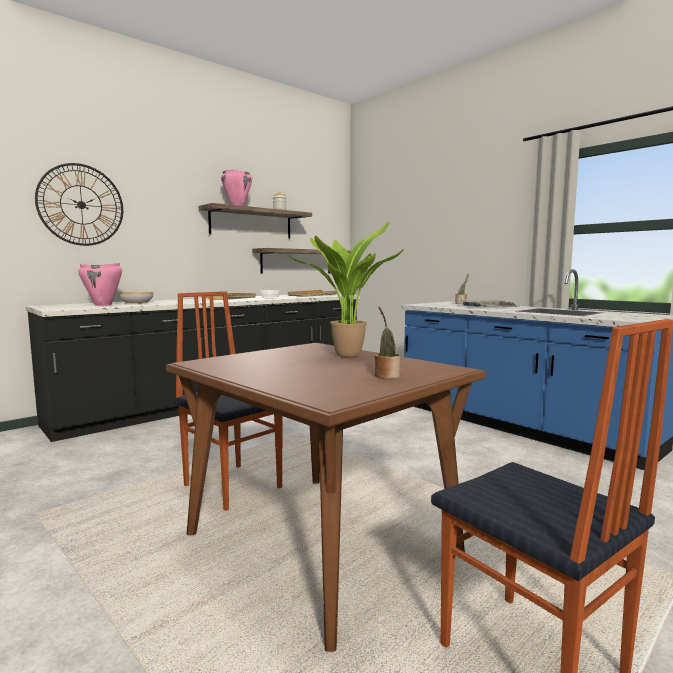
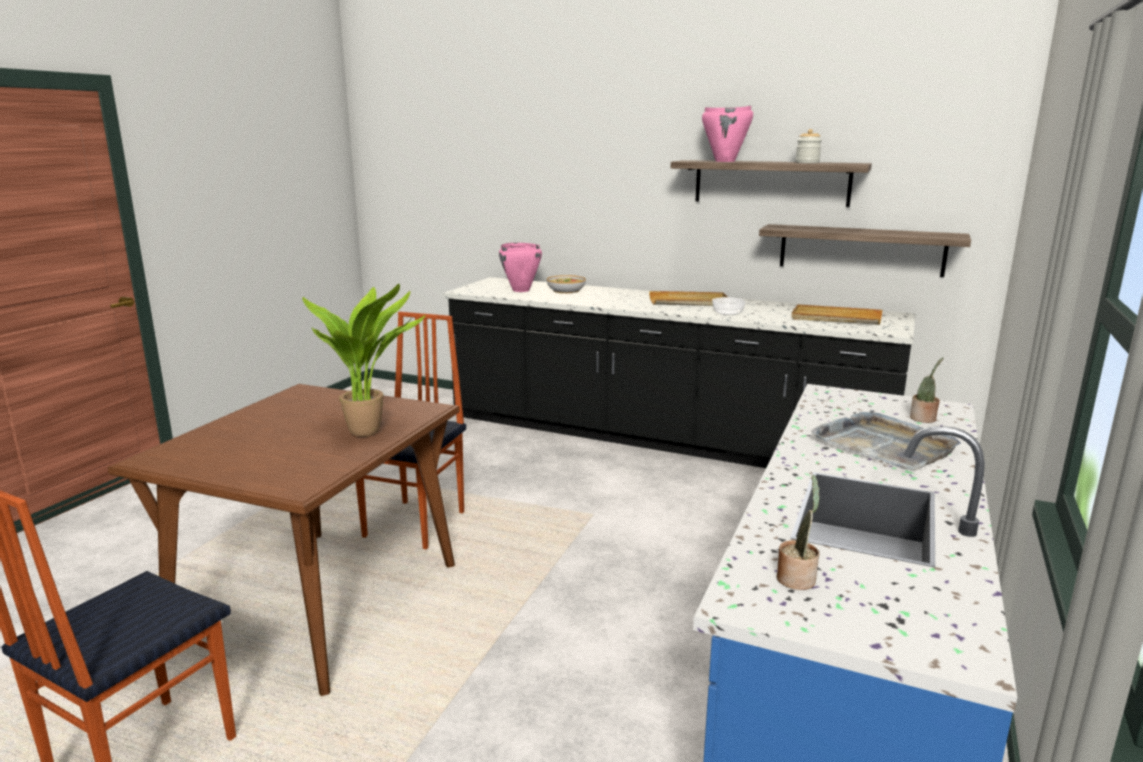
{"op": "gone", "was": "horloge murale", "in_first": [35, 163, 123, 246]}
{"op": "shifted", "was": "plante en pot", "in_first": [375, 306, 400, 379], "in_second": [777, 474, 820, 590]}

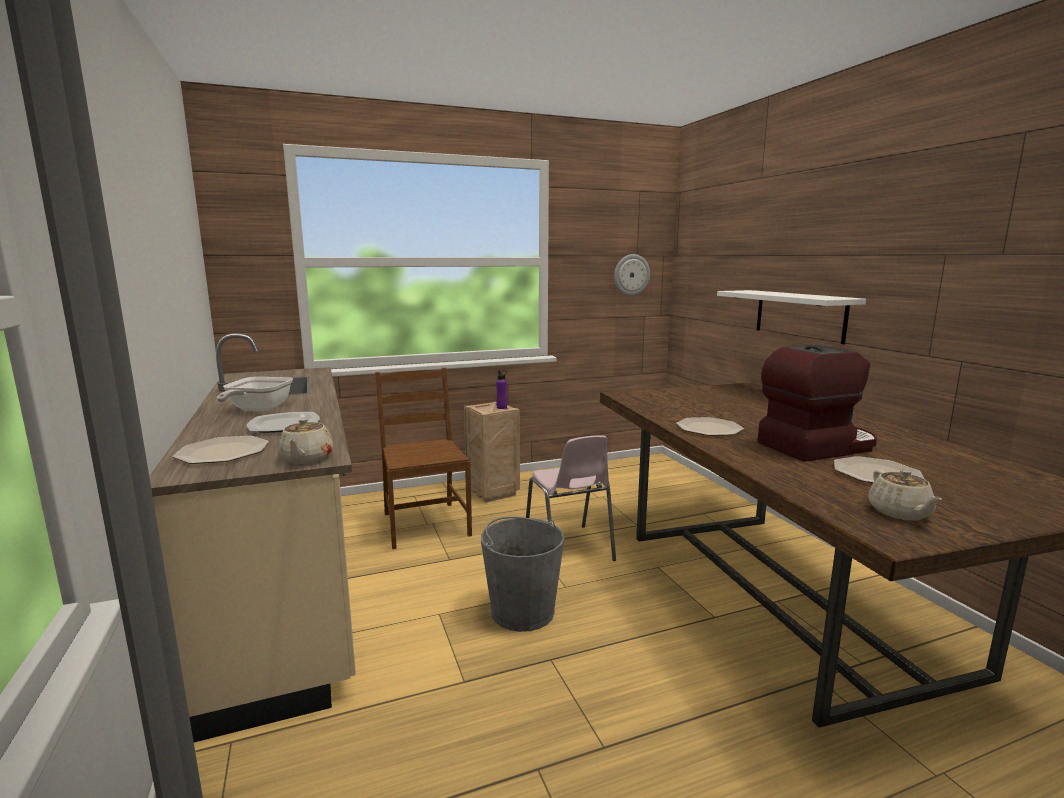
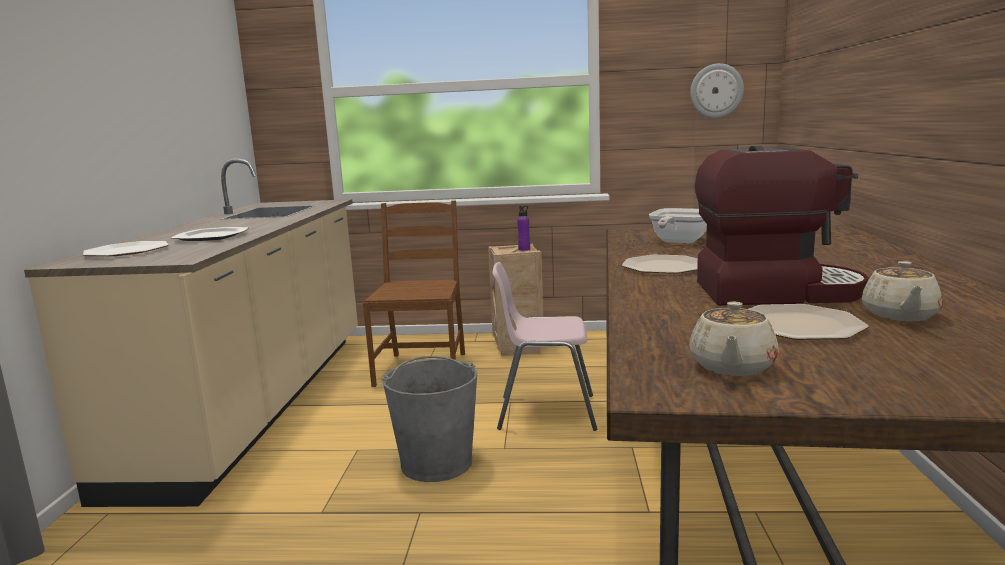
{"op": "shifted", "was": "poêle", "in_first": [217, 377, 293, 411], "in_second": [649, 208, 707, 243]}
{"op": "shifted", "was": "théière/beige", "in_first": [277, 418, 333, 464], "in_second": [862, 261, 943, 321]}
{"op": "rotated", "was": "chaise/rose", "in_first": [526, 435, 616, 561], "in_second": [492, 262, 597, 431], "clockwise": 90}
{"op": "gone", "was": "étagère/blanc", "in_first": [717, 290, 866, 344]}

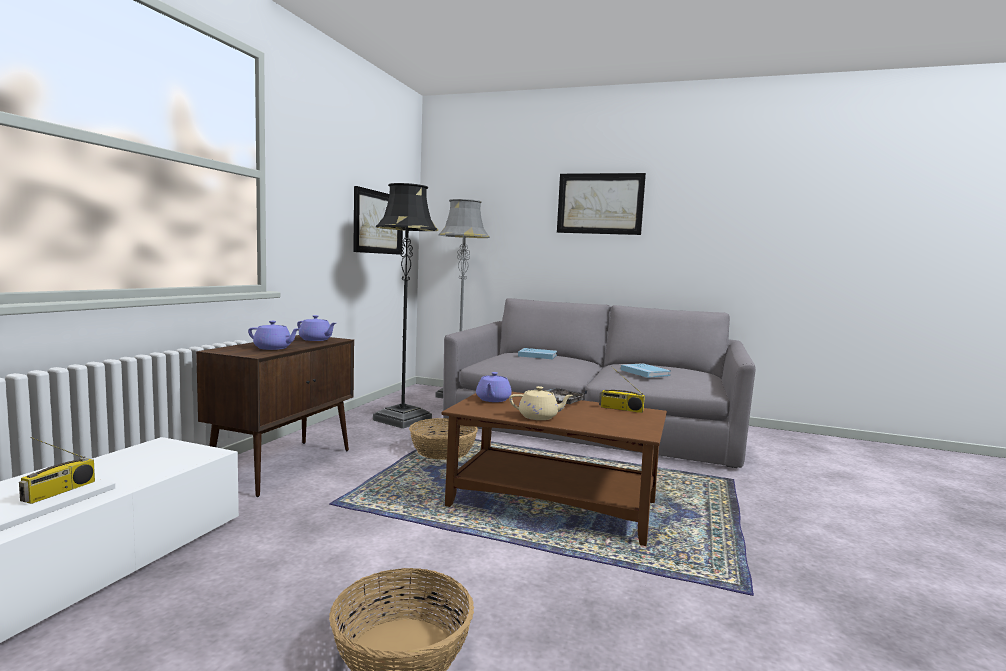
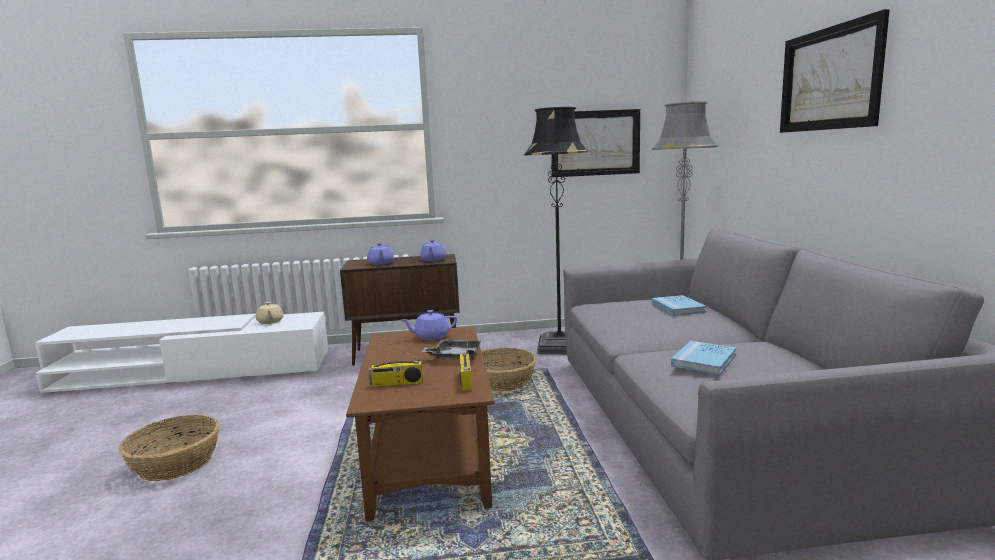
{"op": "shifted", "was": "radio", "in_first": [19, 437, 95, 504], "in_second": [369, 336, 423, 387]}
{"op": "shifted", "was": "théière/beige", "in_first": [509, 386, 573, 420], "in_second": [256, 302, 284, 324]}

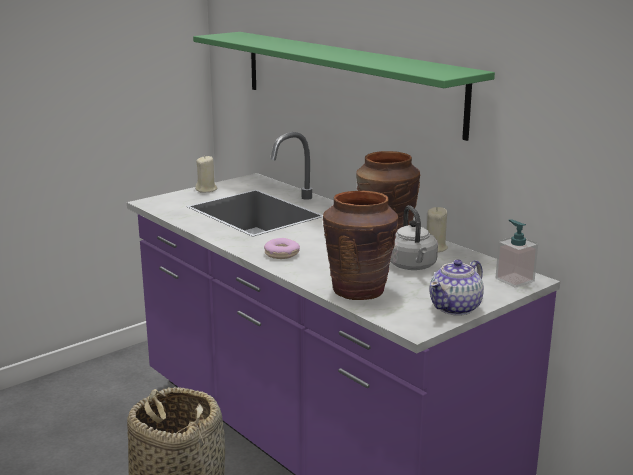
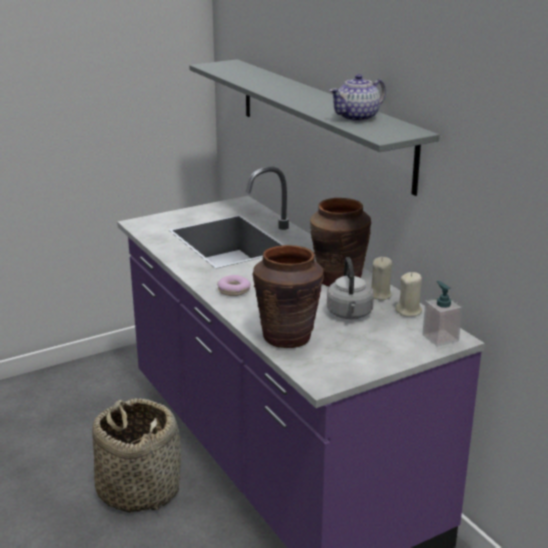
{"op": "repainted", "was": "étagère/vert", "now": "étagère/gris", "in_first": [193, 32, 495, 141], "in_second": [189, 59, 439, 196]}
{"op": "shifted", "was": "bougie/beige", "in_first": [195, 156, 218, 193], "in_second": [395, 272, 422, 317]}
{"op": "shifted", "was": "théière", "in_first": [429, 259, 484, 316], "in_second": [329, 74, 386, 122]}

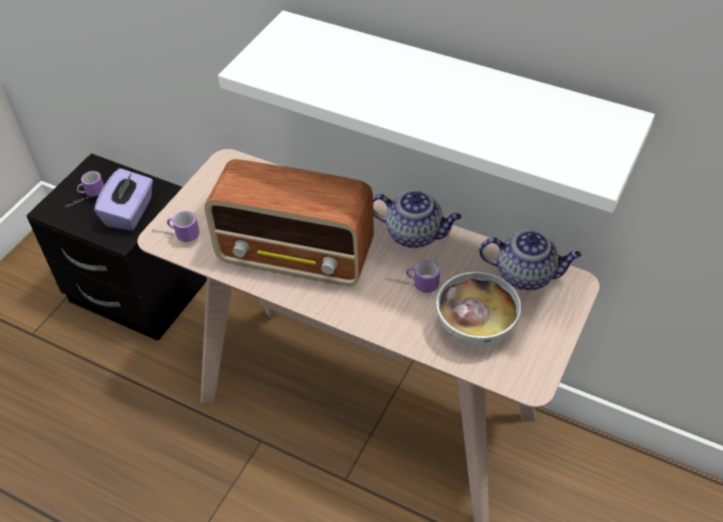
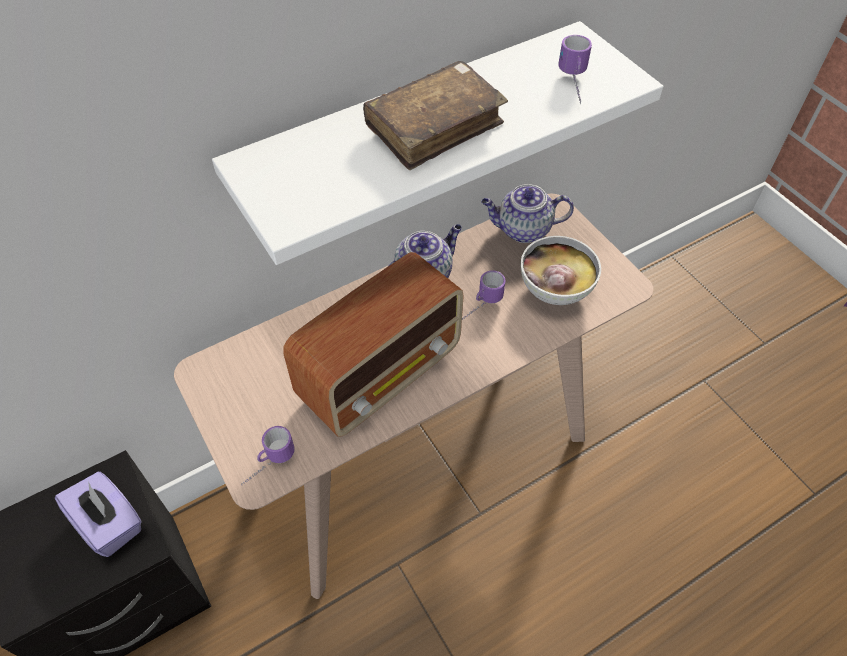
{"op": "shifted", "was": "mug", "in_first": [65, 171, 104, 207], "in_second": [558, 35, 592, 105]}
{"op": "rotated", "was": "théière", "in_first": [479, 230, 582, 290], "in_second": [481, 184, 574, 243], "clockwise": -135}
{"op": "new", "now": "livre/marron", "in_second": [363, 61, 508, 170]}

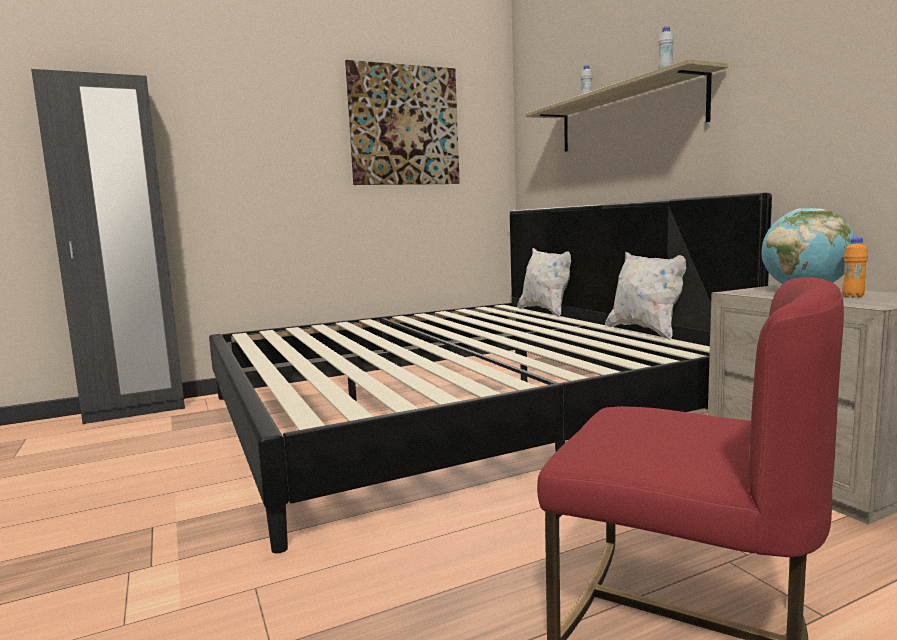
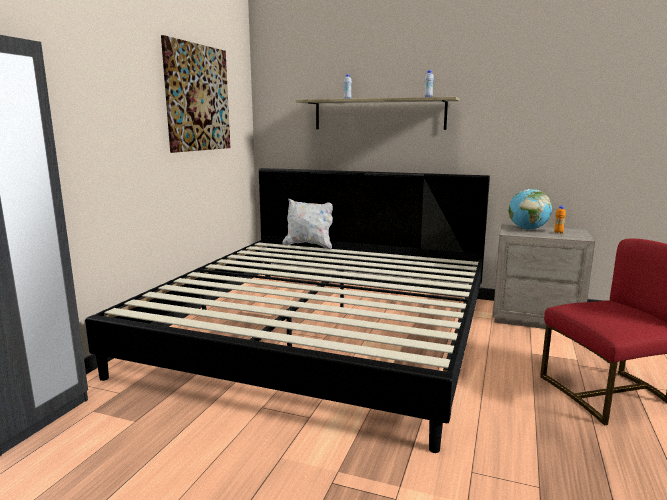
{"op": "gone", "was": "coussin/blanc", "in_first": [605, 252, 686, 340]}

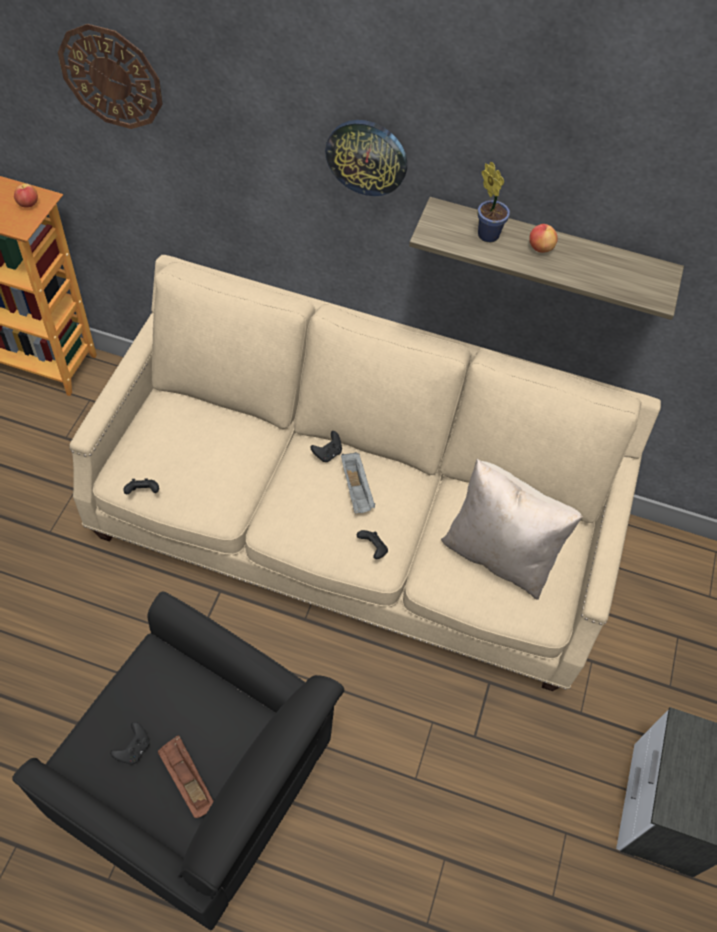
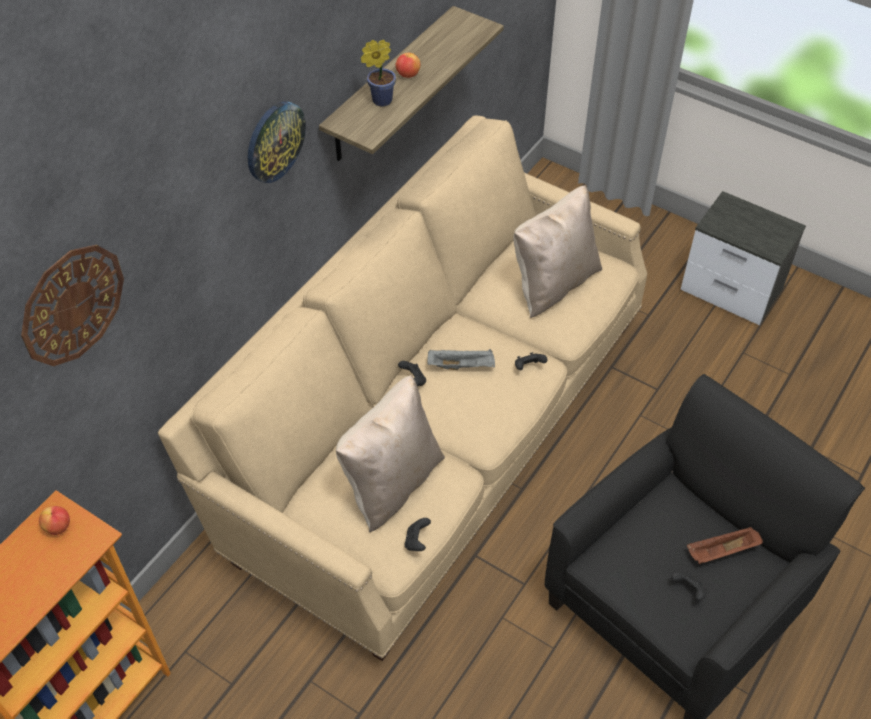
{"op": "new", "now": "coussin/beige", "in_second": [336, 375, 445, 532]}

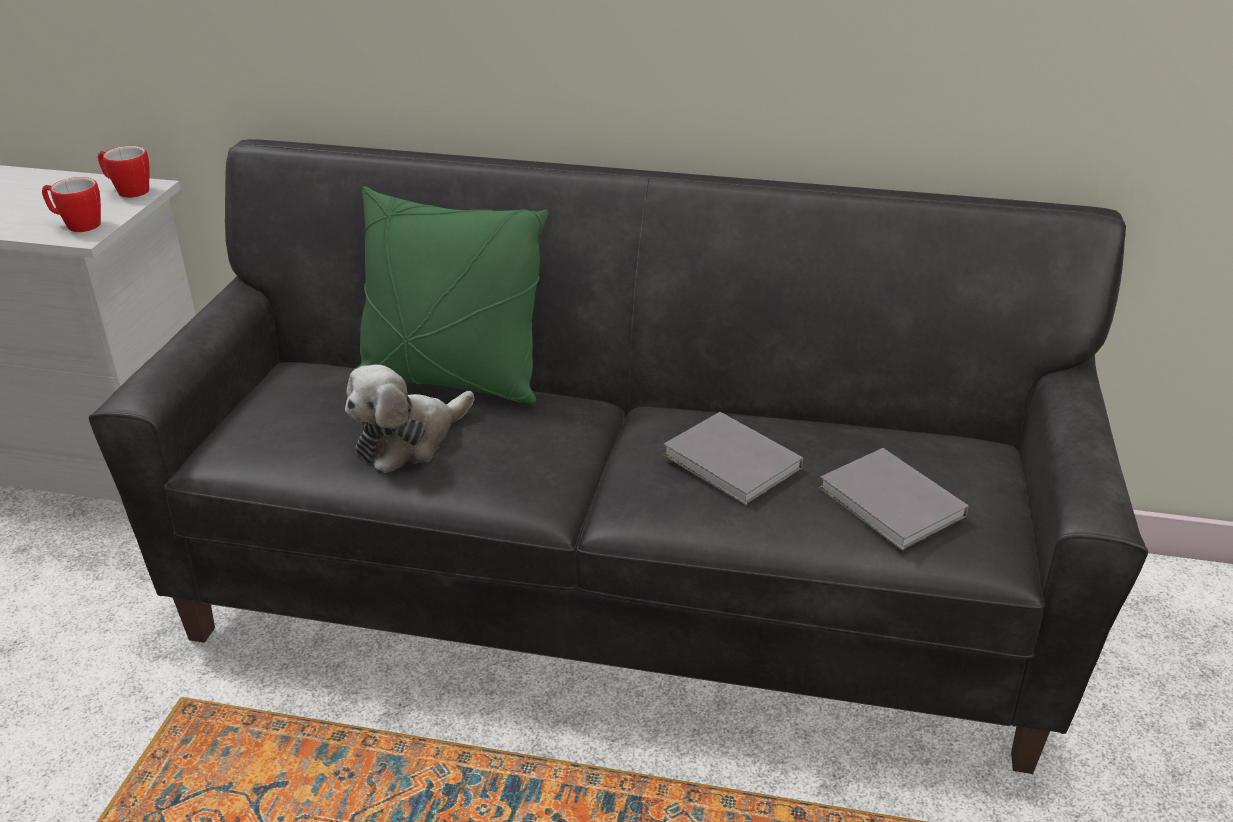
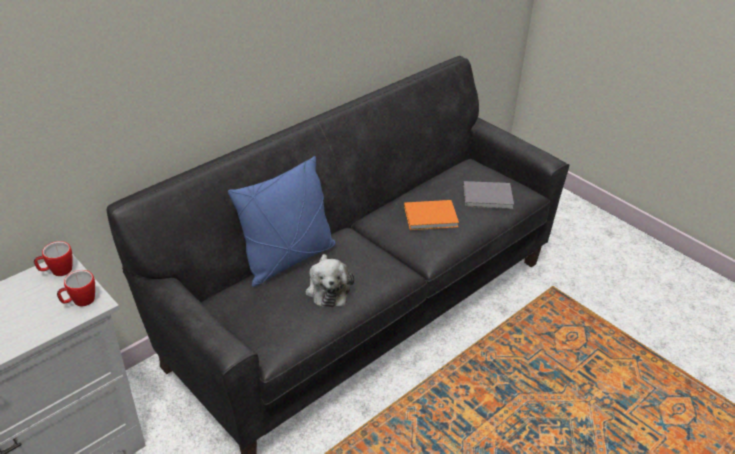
{"op": "repainted", "was": "coussin/vert", "now": "coussin/bleu", "in_first": [354, 186, 549, 403], "in_second": [228, 156, 336, 287]}
{"op": "repainted", "was": "livre/gris", "now": "livre/orange", "in_first": [663, 412, 803, 505], "in_second": [404, 200, 459, 230]}

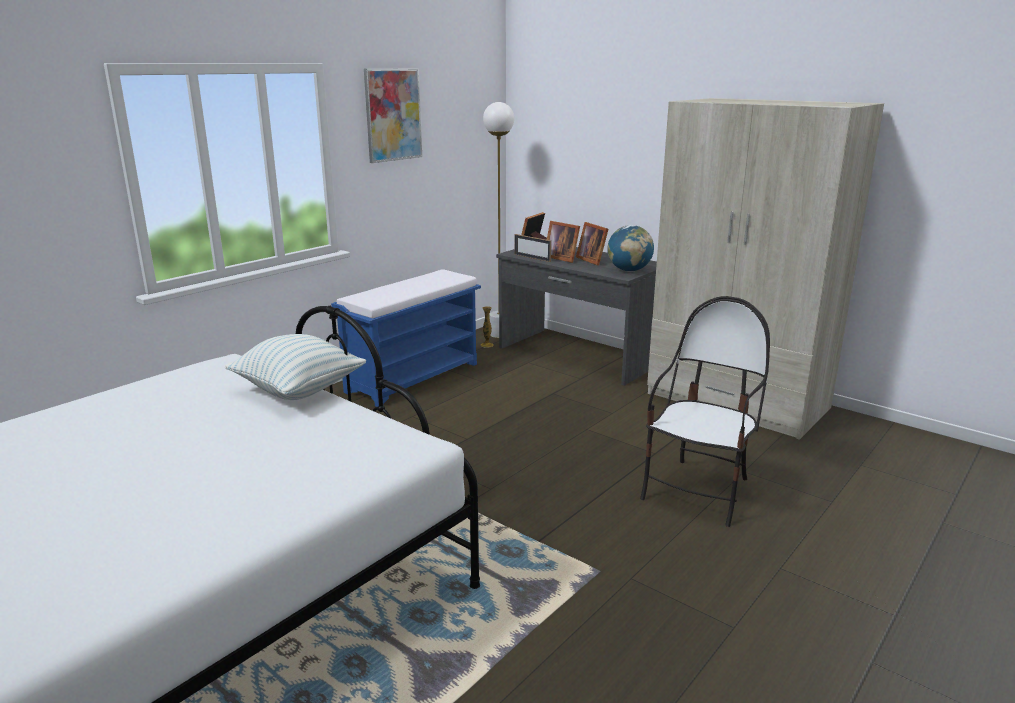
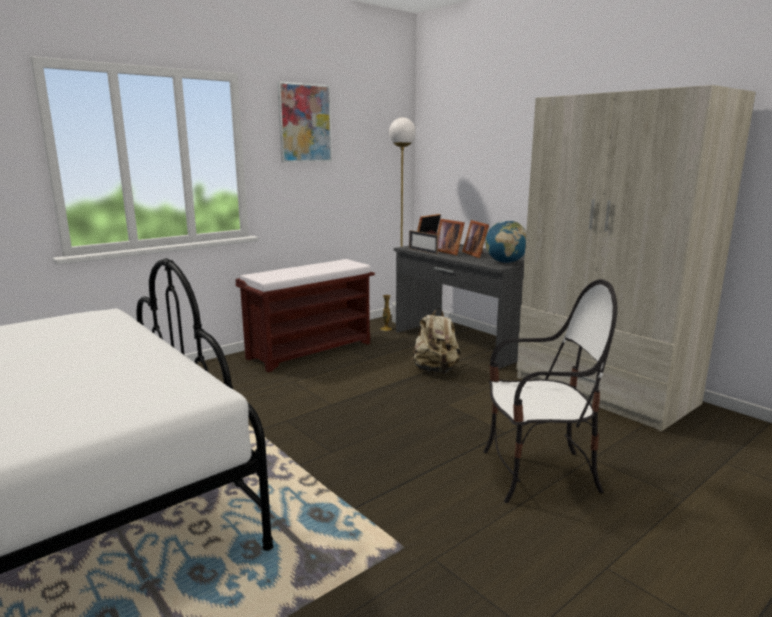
{"op": "gone", "was": "coussin", "in_first": [225, 334, 366, 400]}
{"op": "repainted", "was": "banc/bleu", "now": "banc/marron", "in_first": [331, 269, 481, 407], "in_second": [235, 259, 375, 372]}
{"op": "rotated", "was": "chaise", "in_first": [640, 296, 770, 527], "in_second": [483, 279, 617, 503], "clockwise": 45}
{"op": "new", "now": "sac à dos/beige", "in_second": [410, 308, 461, 374]}

